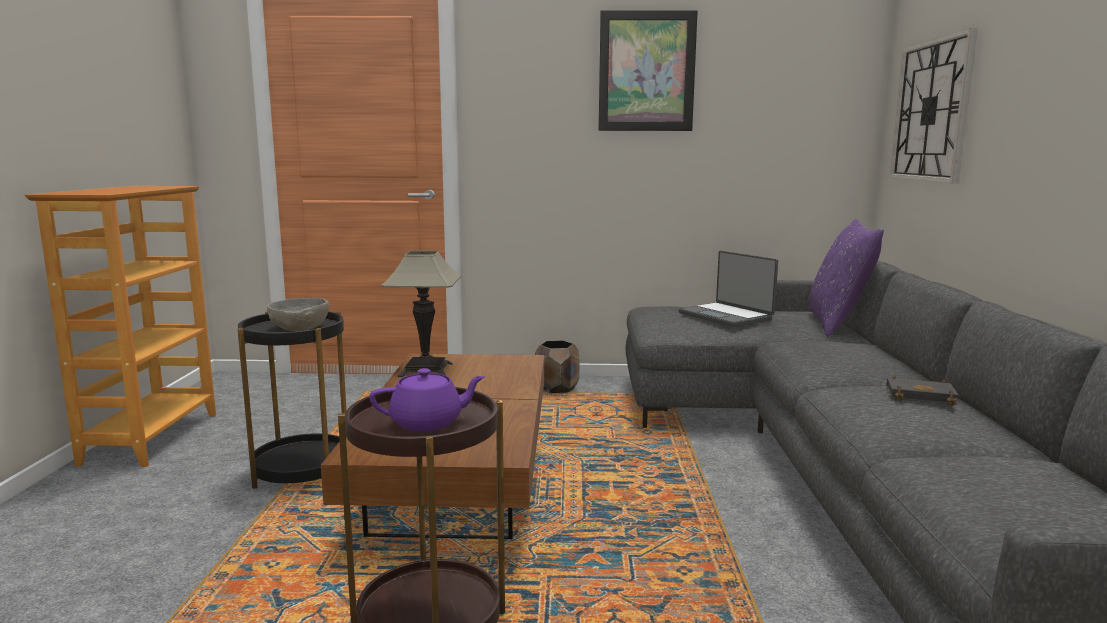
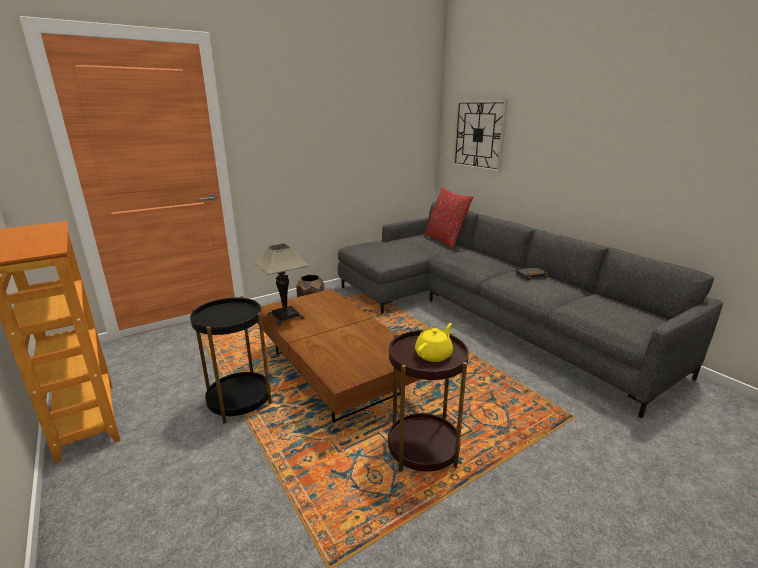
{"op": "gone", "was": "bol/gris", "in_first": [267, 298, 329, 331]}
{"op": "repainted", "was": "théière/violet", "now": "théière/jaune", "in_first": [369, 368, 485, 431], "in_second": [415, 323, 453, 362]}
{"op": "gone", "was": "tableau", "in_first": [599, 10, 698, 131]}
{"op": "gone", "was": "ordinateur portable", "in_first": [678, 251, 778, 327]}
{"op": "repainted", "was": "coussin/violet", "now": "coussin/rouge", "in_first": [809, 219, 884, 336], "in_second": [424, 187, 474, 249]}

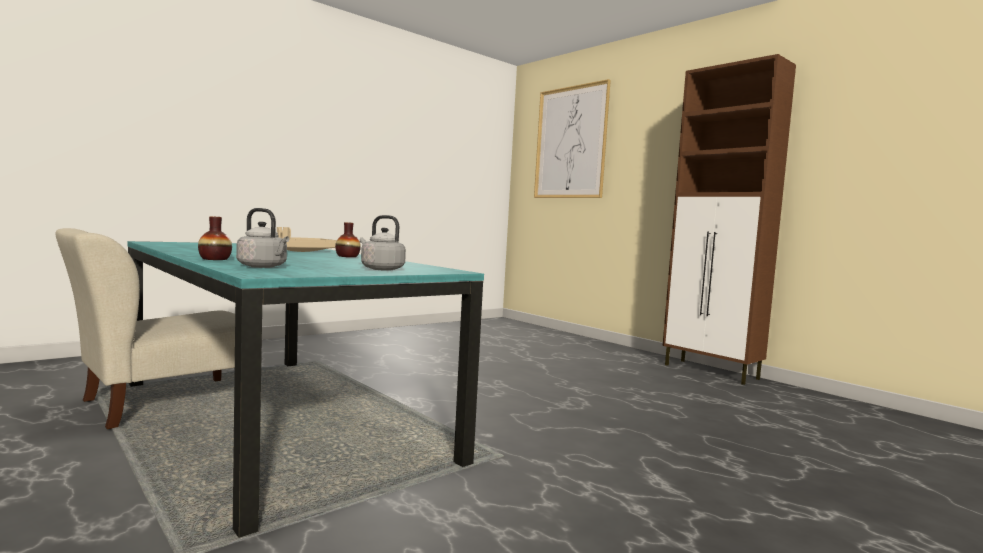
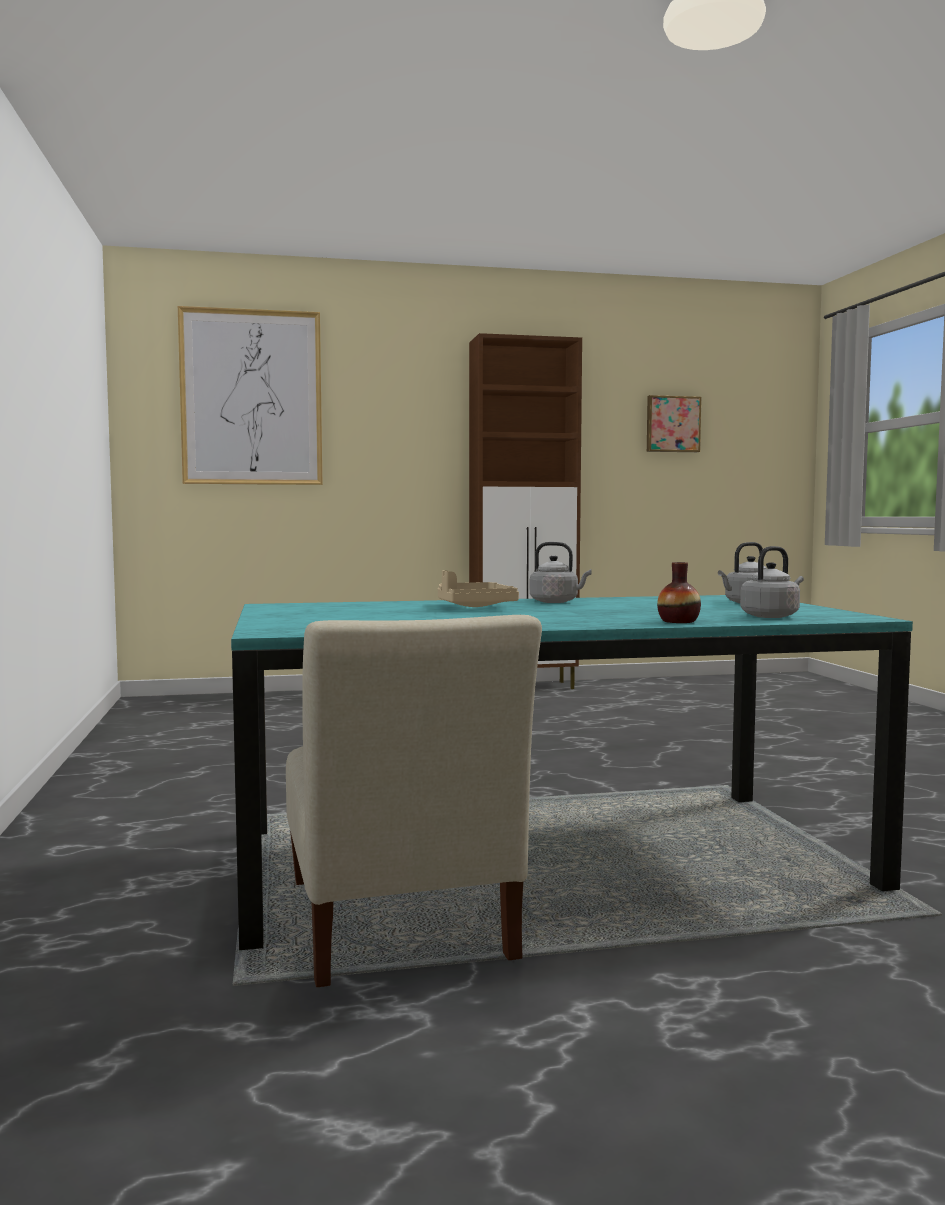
{"op": "swapped", "was": "vase", "now": "bouilloire/gris", "in_first": [335, 222, 361, 257], "in_second": [530, 542, 591, 603]}
{"op": "new", "now": "tableau", "in_second": [647, 395, 701, 452]}

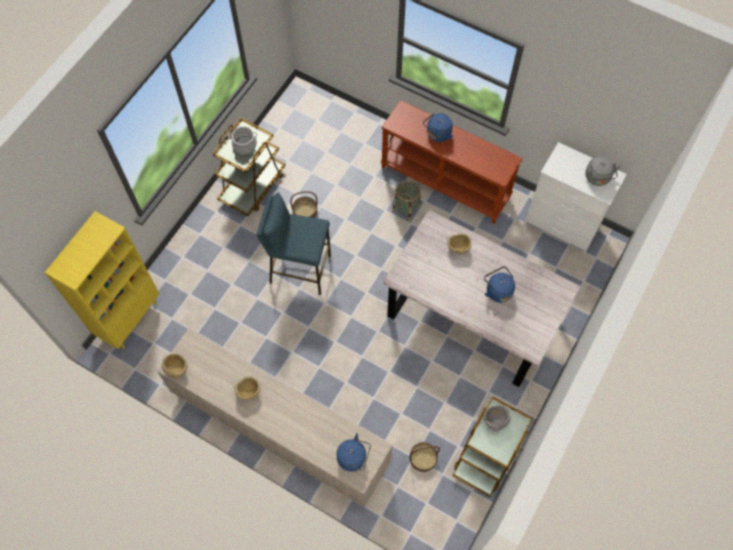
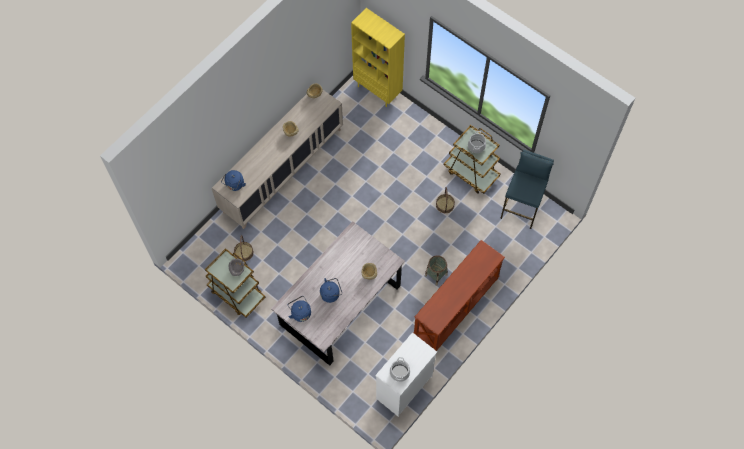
{"op": "shifted", "was": "tabouret/bleu", "in_first": [256, 193, 331, 295], "in_second": [500, 150, 554, 229]}
{"op": "shifted", "was": "bouilloire/bleu", "in_first": [423, 113, 453, 142], "in_second": [288, 296, 311, 322]}
{"op": "swapped", "was": "bouilloire/gris", "now": "marmite", "in_first": [585, 156, 620, 186], "in_second": [390, 357, 410, 382]}

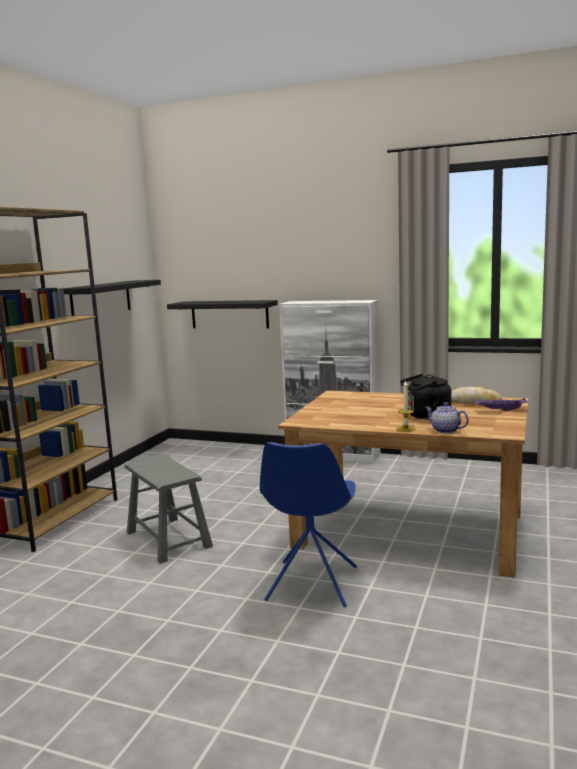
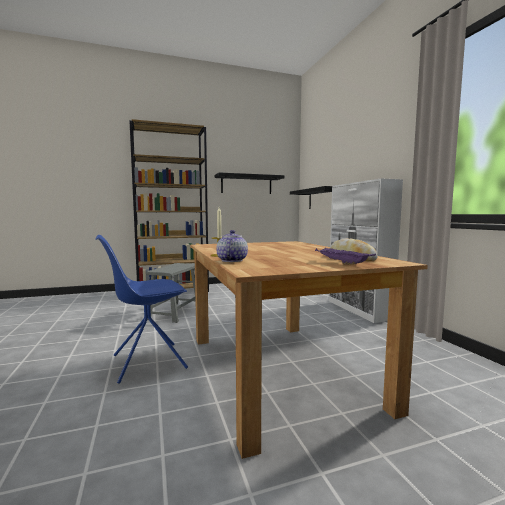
{"op": "gone", "was": "bouilloire/noir", "in_first": [400, 374, 452, 420]}

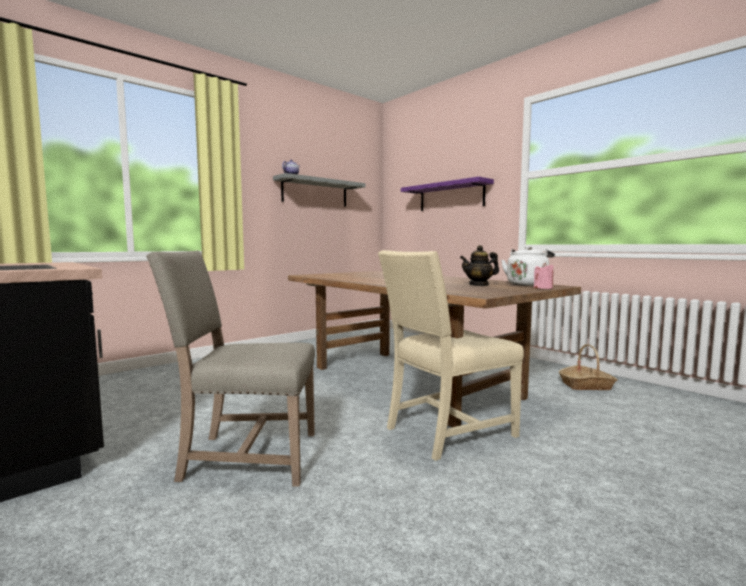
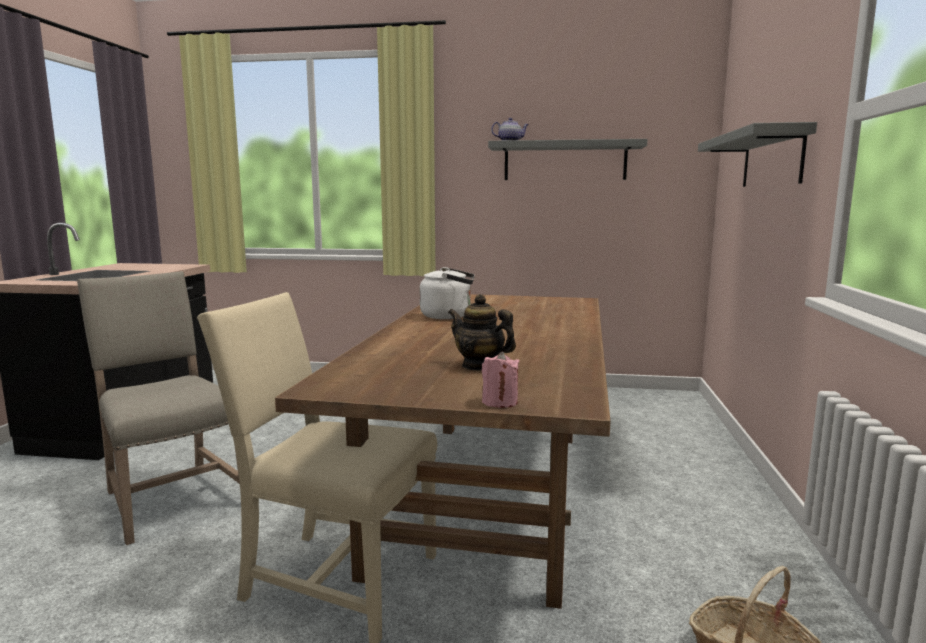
{"op": "repainted", "was": "étagère/violet", "now": "étagère/gris", "in_first": [401, 177, 494, 211], "in_second": [698, 122, 817, 187]}
{"op": "shifted", "was": "bouilloire/blanc", "in_first": [501, 247, 555, 286], "in_second": [420, 267, 475, 319]}

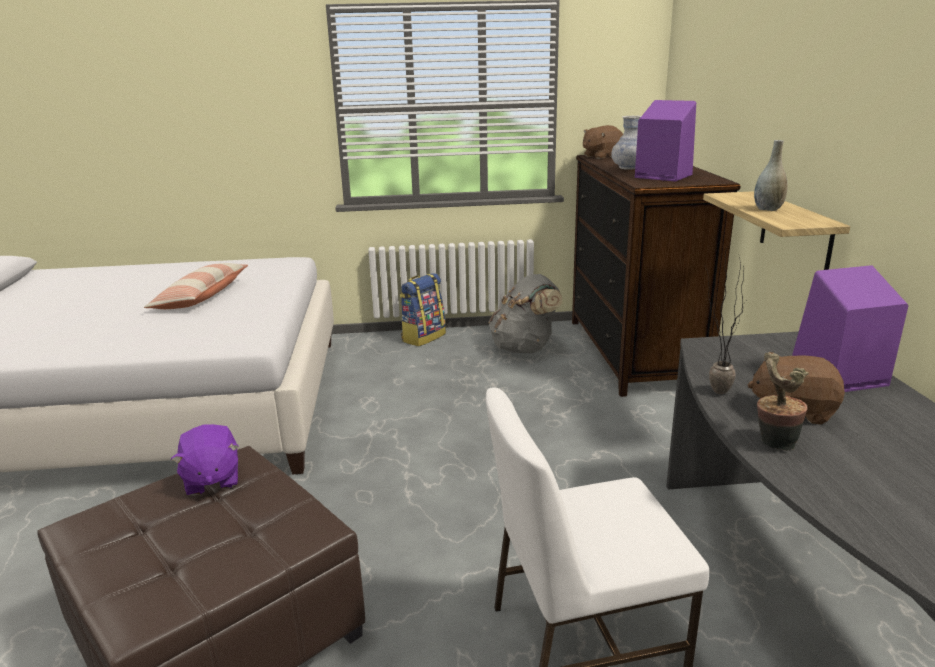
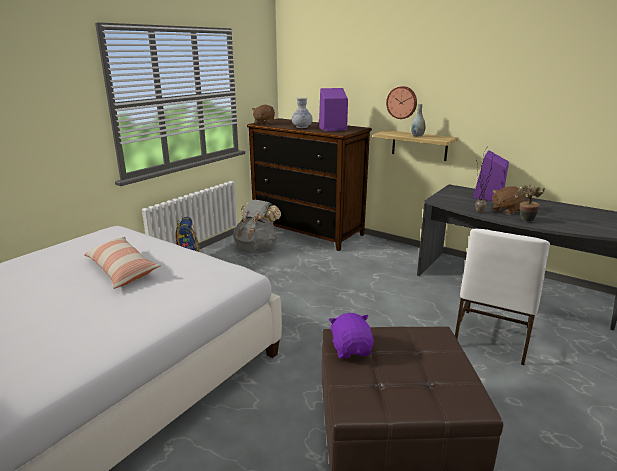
{"op": "rotated", "was": "peluche/violet", "in_first": [171, 424, 239, 496], "in_second": [329, 313, 374, 359], "clockwise": -120}
{"op": "new", "now": "horloge murale", "in_second": [386, 86, 417, 119]}

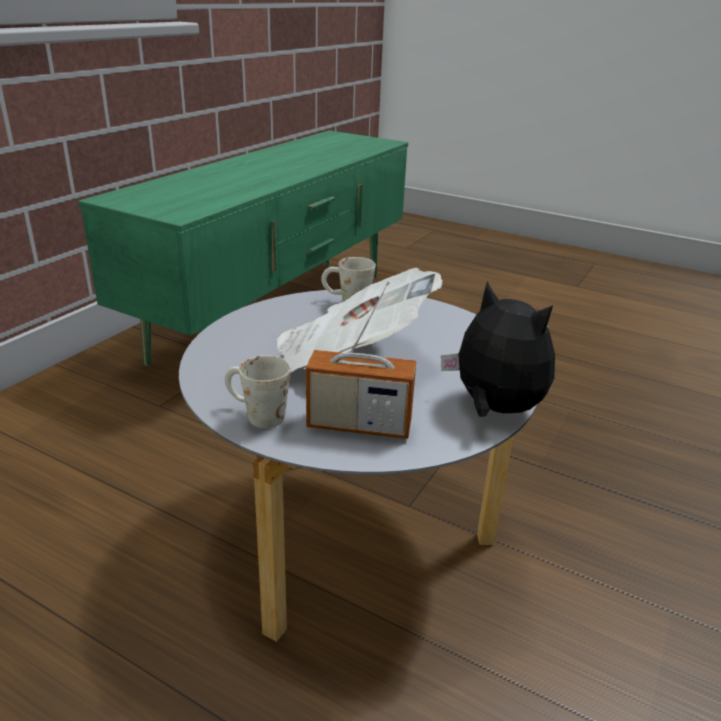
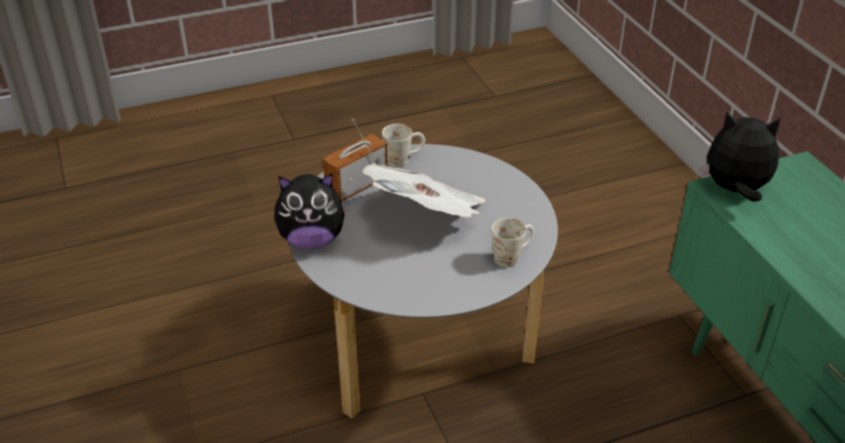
{"op": "new", "now": "peluche", "in_second": [700, 111, 781, 202]}

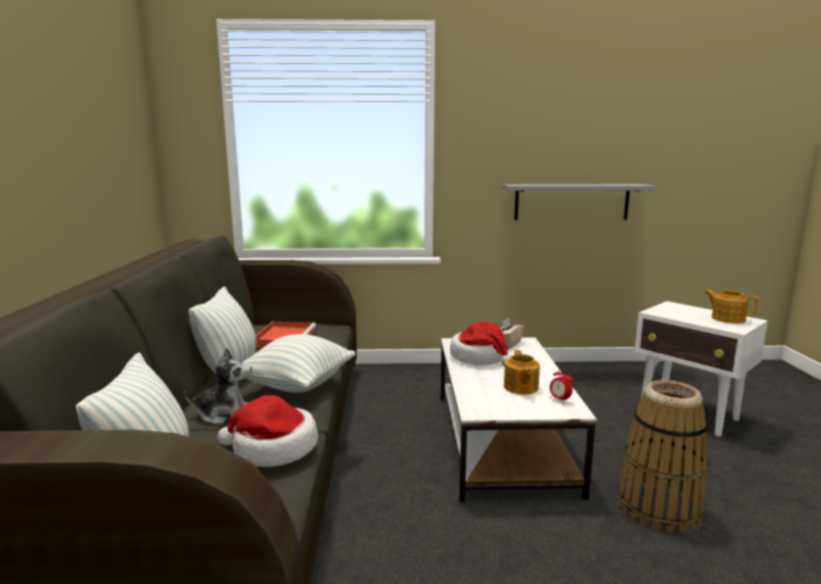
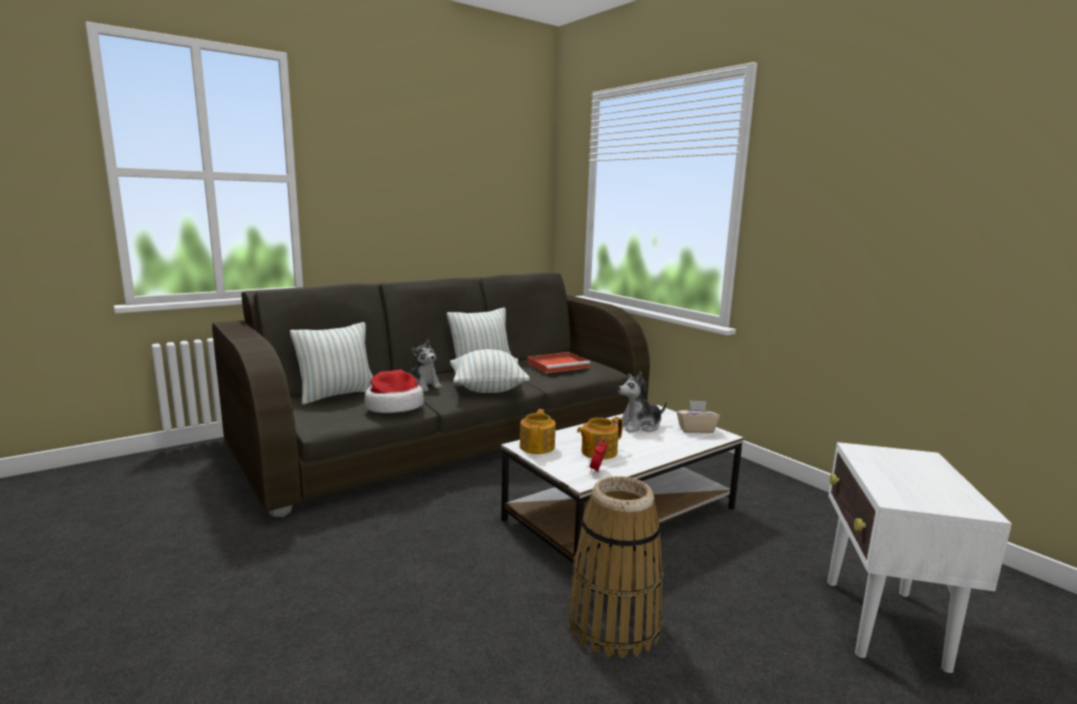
{"op": "swapped", "was": "chapeau", "now": "peluche", "in_first": [450, 322, 512, 367], "in_second": [616, 372, 667, 432]}
{"op": "gone", "was": "étagère/gris", "in_first": [503, 184, 657, 220]}
{"op": "shifted", "was": "théière", "in_first": [704, 290, 758, 324], "in_second": [520, 409, 556, 454]}

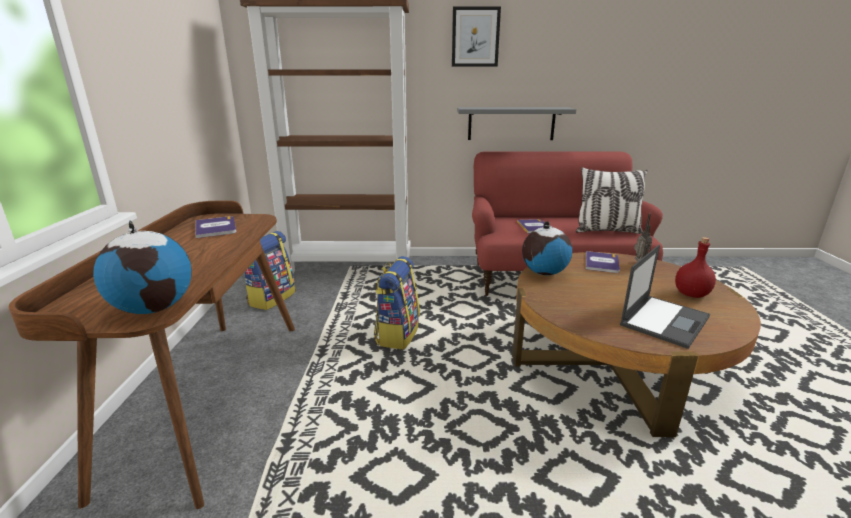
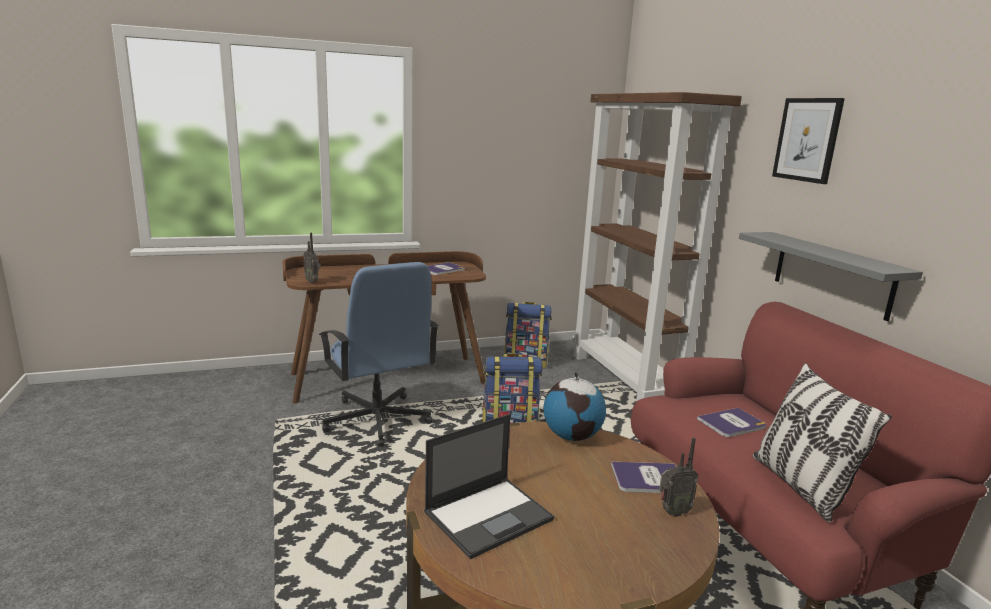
{"op": "swapped", "was": "globe", "now": "radio", "in_first": [93, 220, 192, 314], "in_second": [303, 233, 321, 283]}
{"op": "rotated", "was": "ordinateur portable", "in_first": [620, 245, 710, 349], "in_second": [424, 414, 554, 559], "clockwise": -60}
{"op": "gone", "was": "bouteille/rouge", "in_first": [675, 237, 716, 298]}
{"op": "new", "now": "chaise de bureau/bleu", "in_second": [319, 262, 439, 447]}

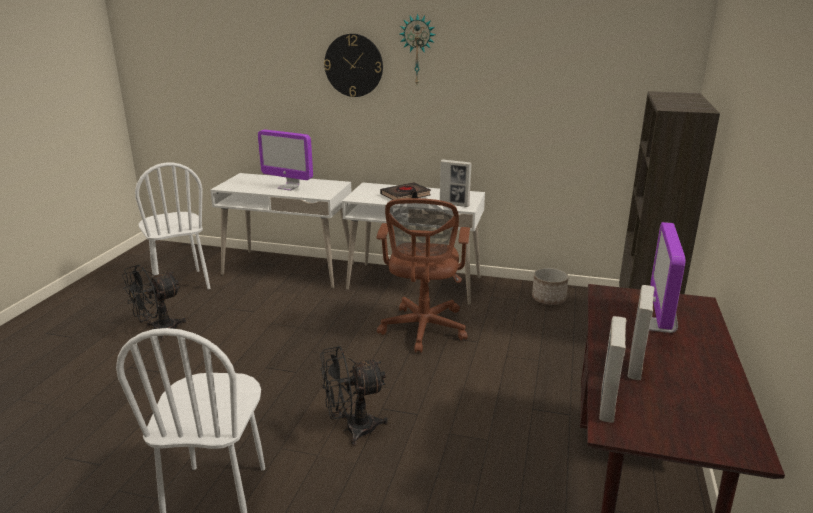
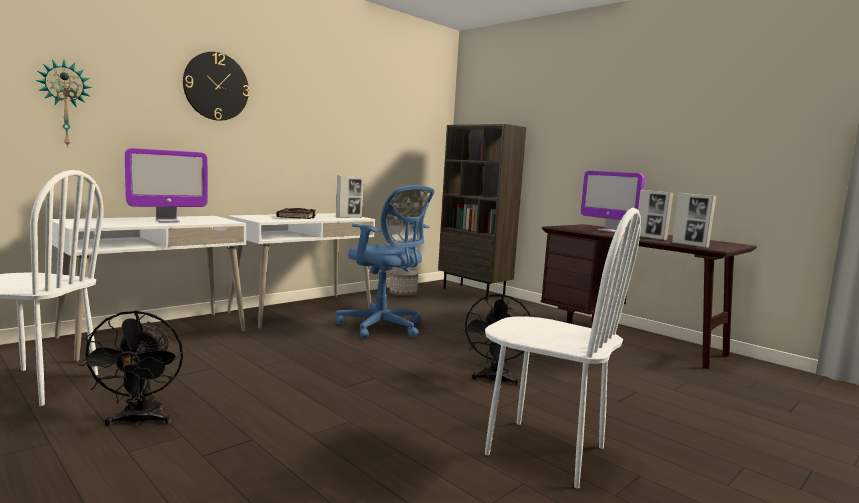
{"op": "repainted", "was": "chaise de bureau/marron", "now": "chaise de bureau/bleu", "in_first": [377, 198, 470, 353], "in_second": [336, 185, 434, 339]}
{"op": "shifted", "was": "horloge murale", "in_first": [400, 13, 436, 84], "in_second": [36, 59, 92, 148]}

